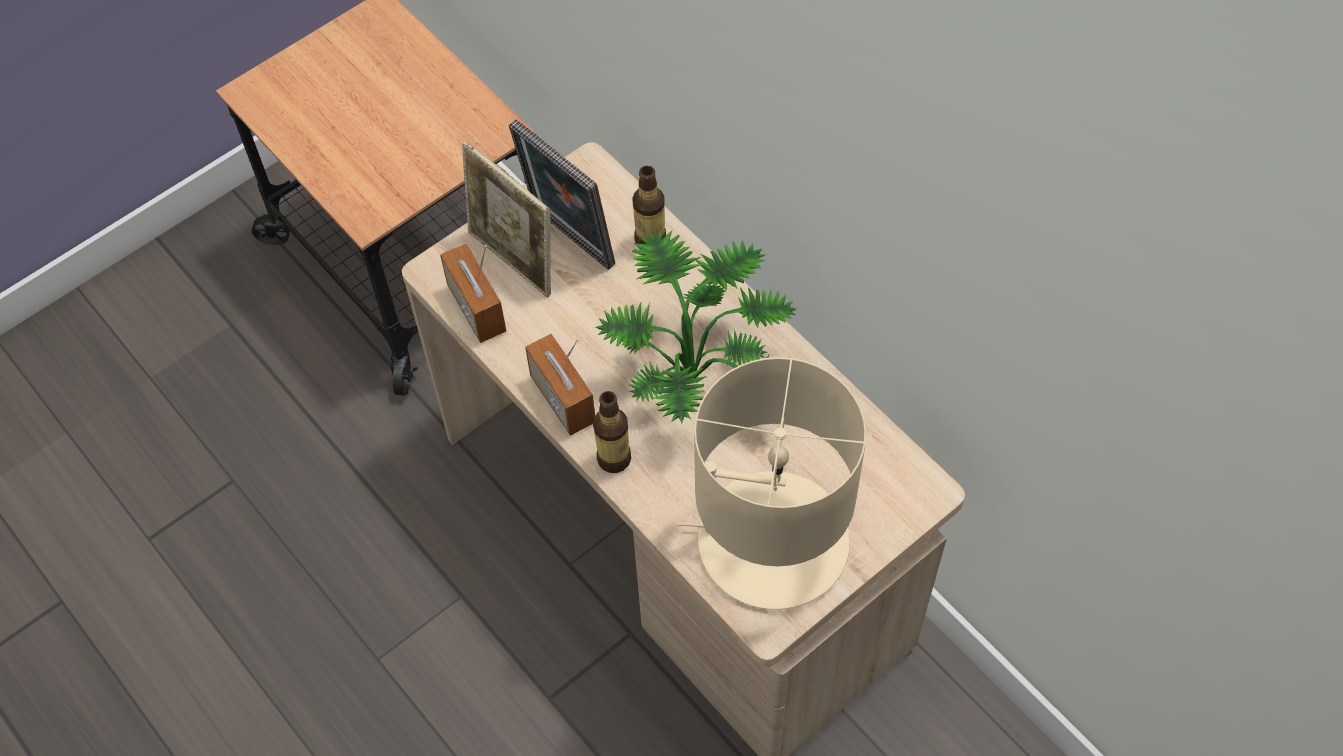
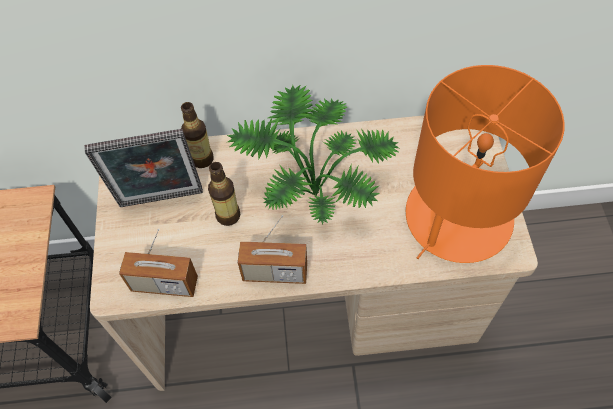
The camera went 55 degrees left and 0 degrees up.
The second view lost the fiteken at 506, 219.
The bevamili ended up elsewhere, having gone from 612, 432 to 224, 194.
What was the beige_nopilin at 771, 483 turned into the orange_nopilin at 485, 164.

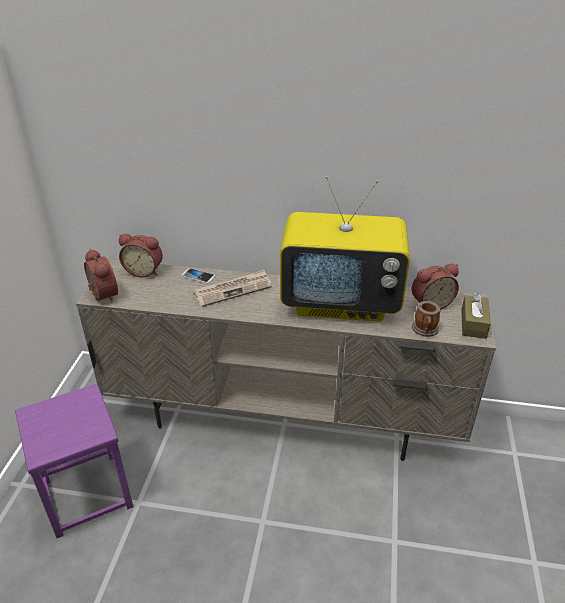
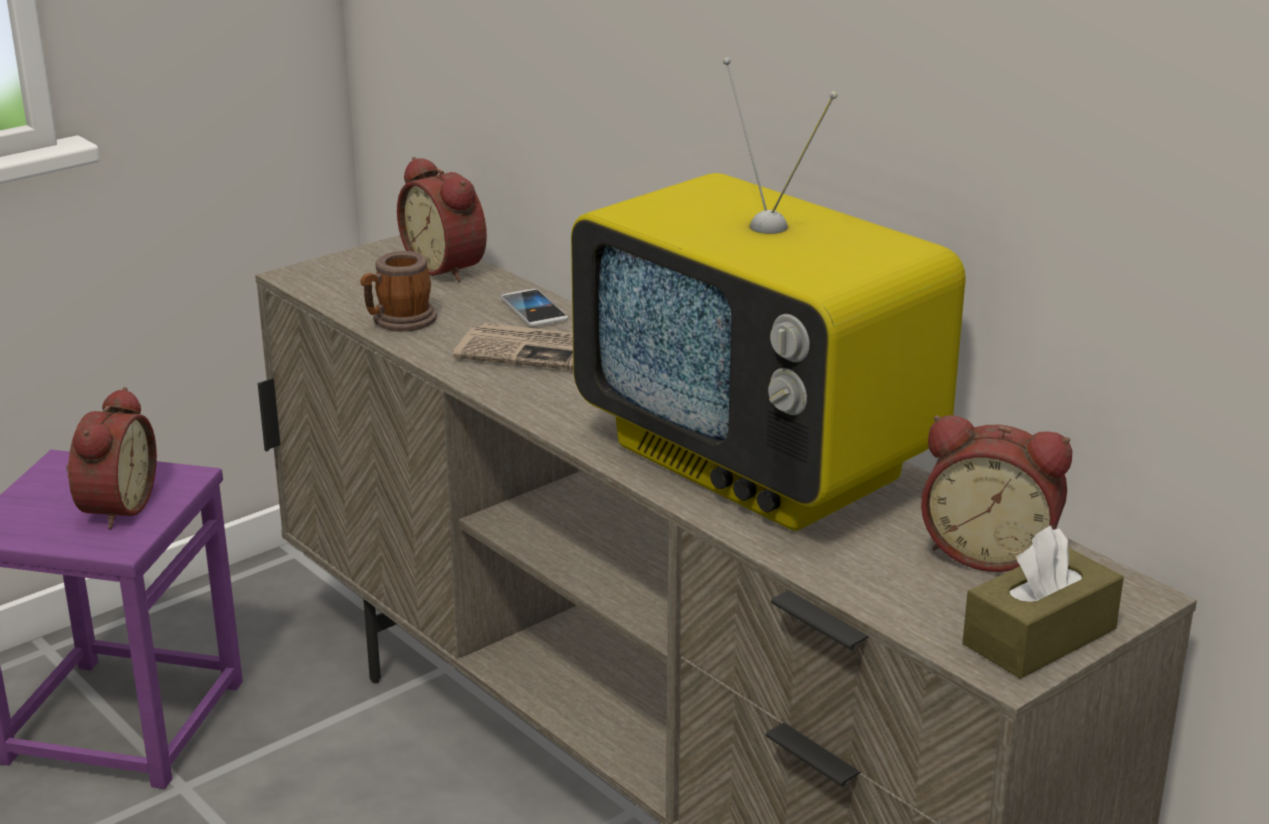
The camera went 40 degrees right and 10 degrees down.
The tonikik ended up elsewhere, having gone from 101, 276 to 111, 458.
The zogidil ended up elsewhere, having gone from 426, 319 to 398, 291.

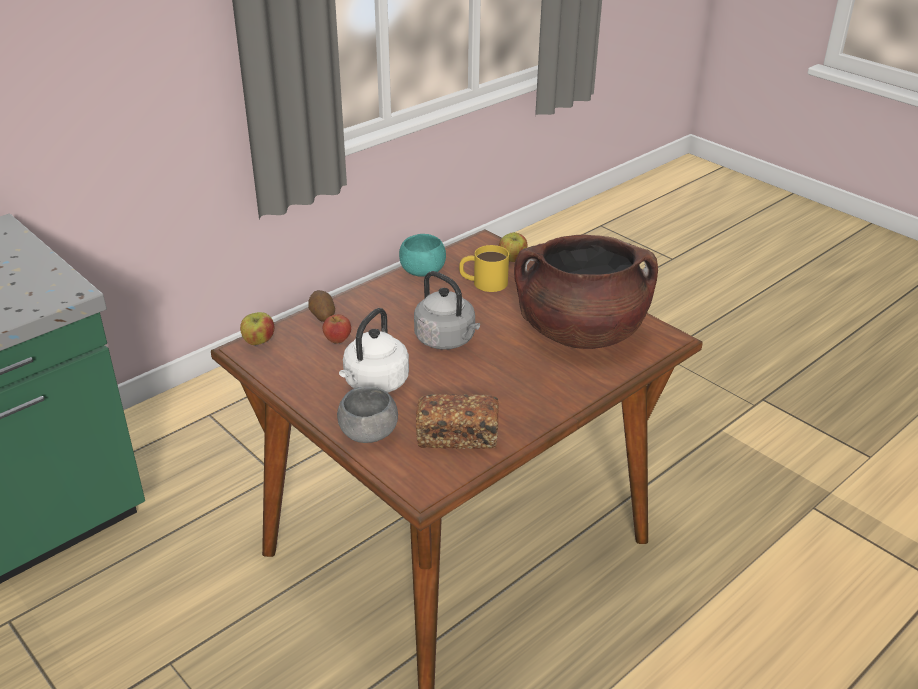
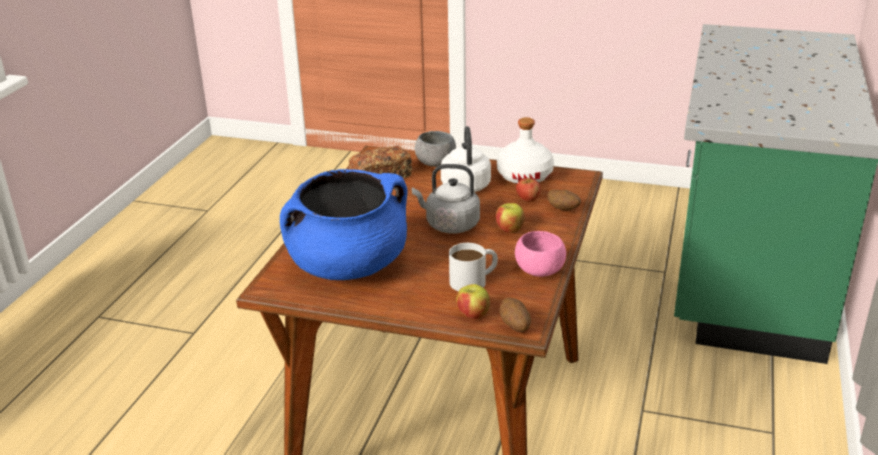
The camera went 150 degrees right and 5 degrees down.
The second view gained the white_bevamili at 525, 150.
The second view gained the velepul at 515, 315.
The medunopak ended up elsewhere, having gone from 257, 328 to 510, 218.
What was the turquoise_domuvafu at 422, 255 turned into the pink_domuvafu at 540, 254.
What was the yellow_zogidil at 484, 268 turned into the white_zogidil at 473, 267.
What was the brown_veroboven at 586, 291 turned into the blue_veroboven at 343, 224.

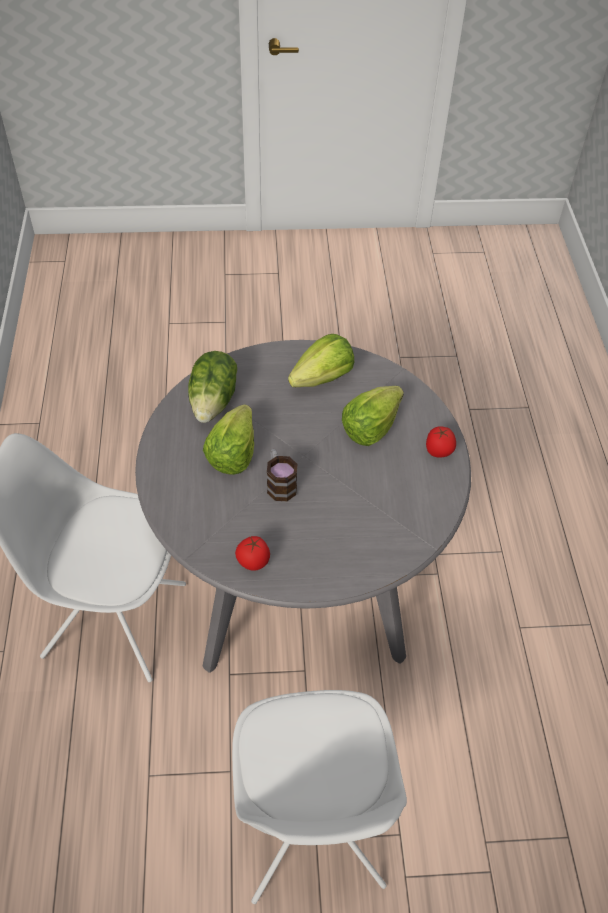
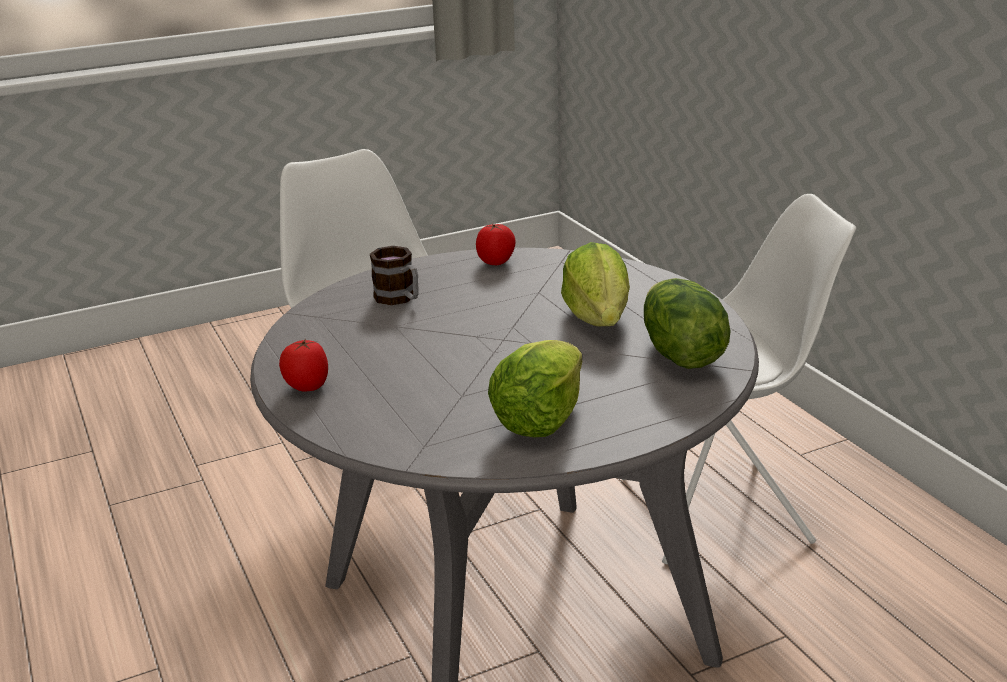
The camera went 160 degrees right and 25 degrees down.
The second view lost the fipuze at 373, 416.
The zogidil ended up elsewhere, having gone from 282, 475 to 394, 275.

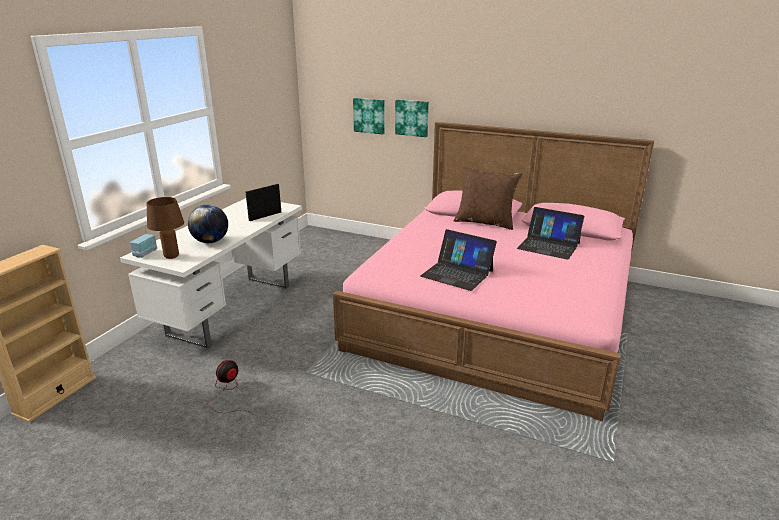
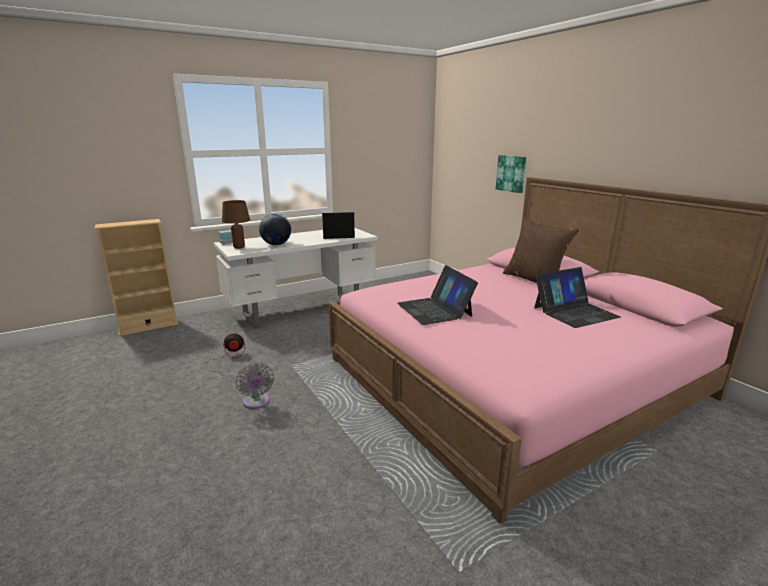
The camera went 35 degrees right and 5 degrees down.
The second view lost the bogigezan at 369, 116.
The second view gained the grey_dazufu at 254, 386.
The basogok at 550, 233 ended up facing another way, 90 degrees counterclockwise from before.

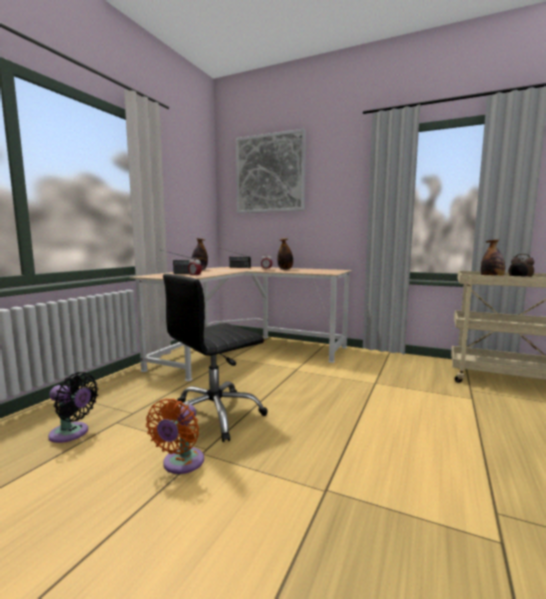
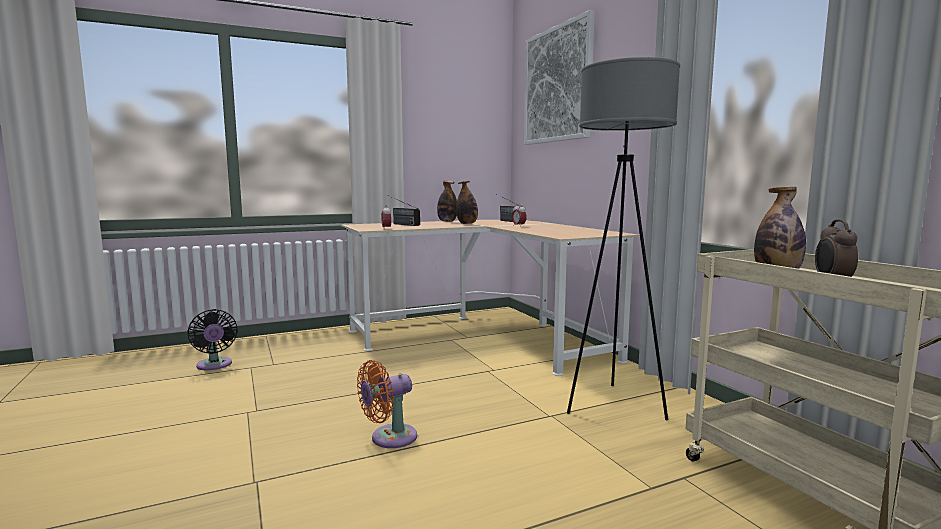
The camera went 40 degrees right and 0 degrees up.
The second view lost the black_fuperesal at 215, 358.
The second view gained the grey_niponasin at 623, 238.
The orange_dazufu ended up elsewhere, having gone from 175, 436 to 387, 404.
The bevamili ended up elsewhere, having gone from 285, 254 to 467, 202.

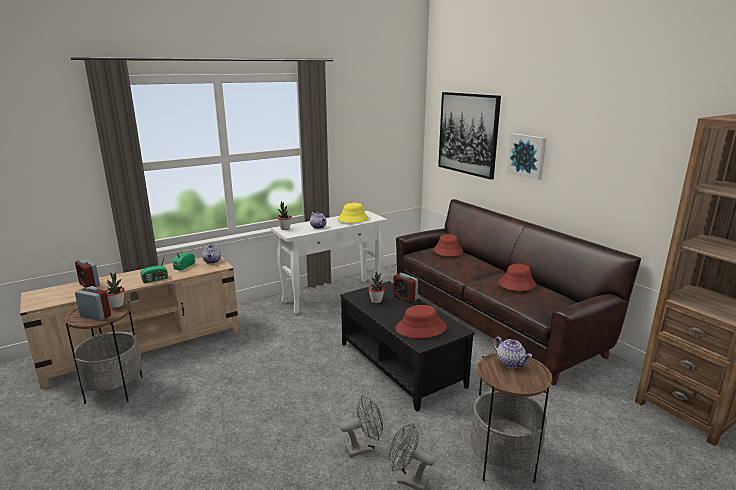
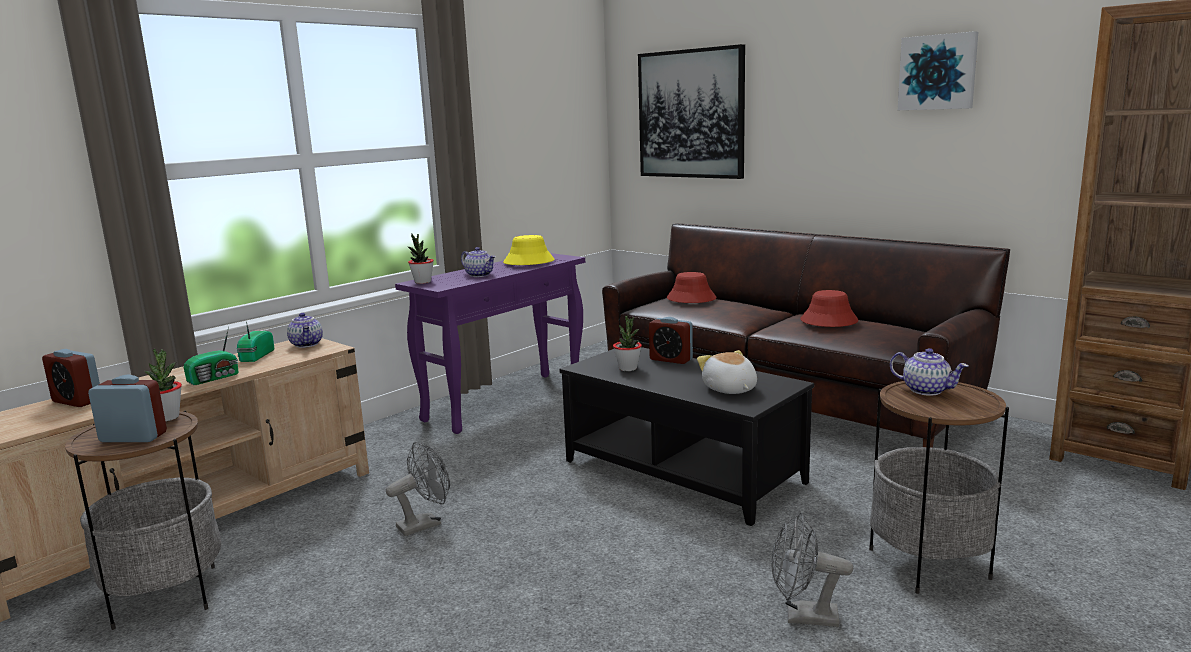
The camera went 15 degrees left and 5 degrees down.
The grey_dazufu ended up elsewhere, having gone from 362, 426 to 418, 489.
The bogigezan ended up elsewhere, having gone from 527, 156 to 938, 70.
Where the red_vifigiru stood at 421, 321, the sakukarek came to stand at 727, 372.
What was the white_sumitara at 329, 262 turned into the purple_sumitara at 490, 343.

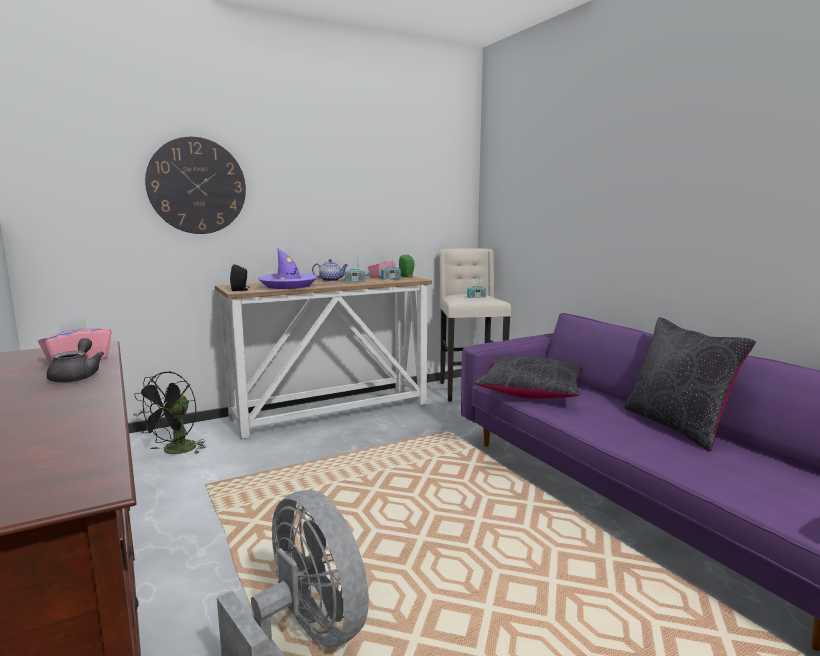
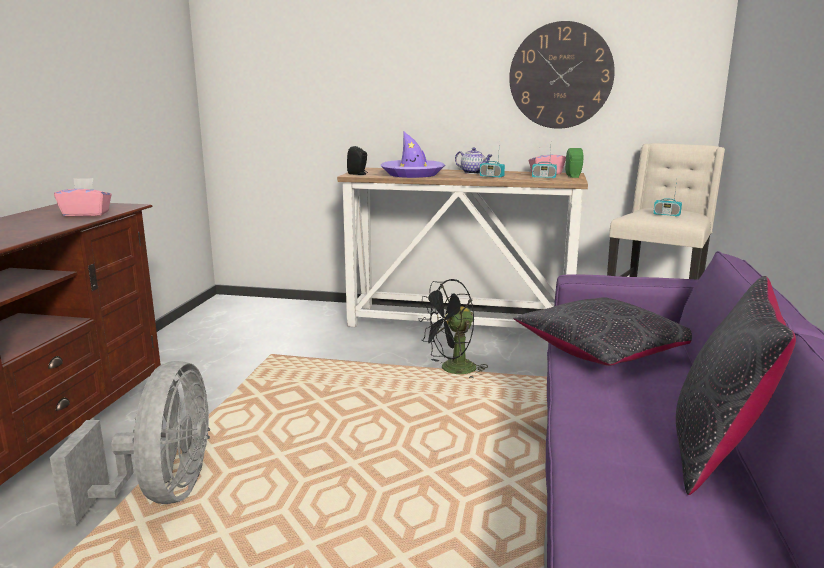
The camera went 40 degrees right and 5 degrees up.
The second view lost the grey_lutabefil at 75, 360.
The black_dazufu ended up elsewhere, having gone from 170, 412 to 453, 329.
The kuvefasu ended up elsewhere, having gone from 195, 185 to 562, 75.

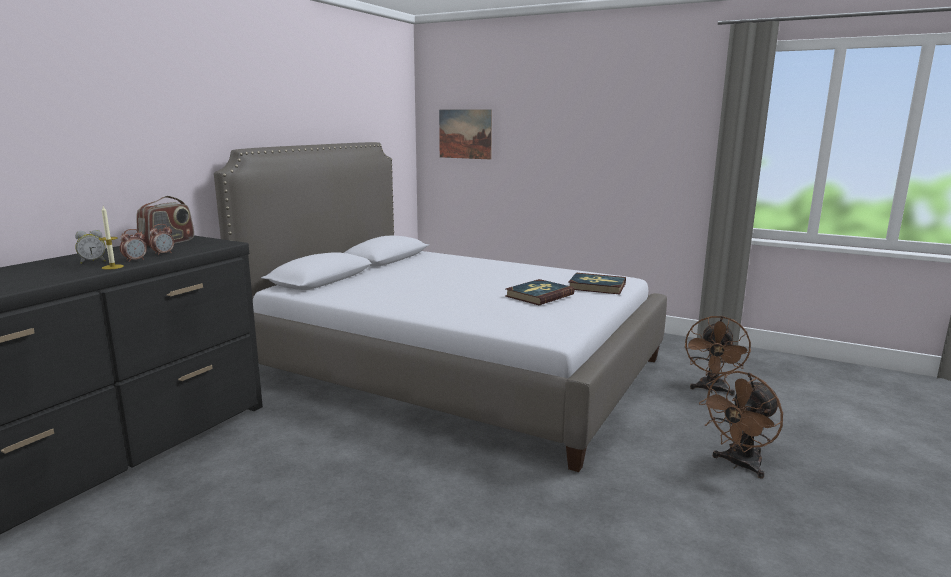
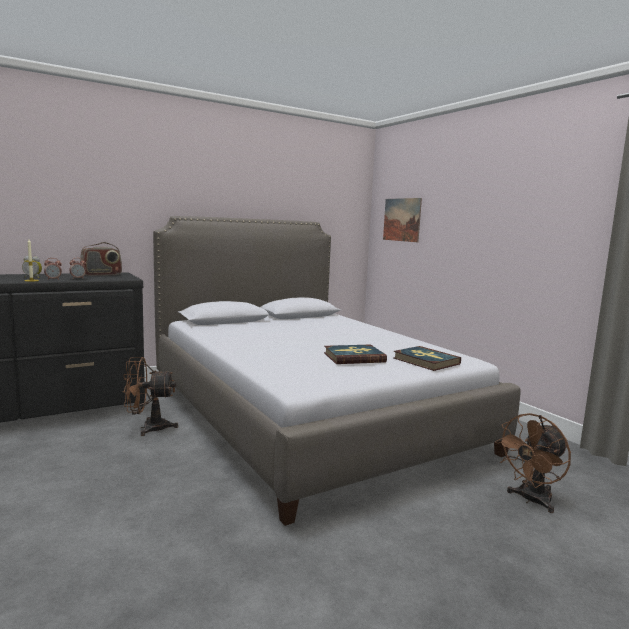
The camera went 30 degrees right and 5 degrees down.
The brown_dazufu ended up elsewhere, having gone from 741, 425 to 150, 396.

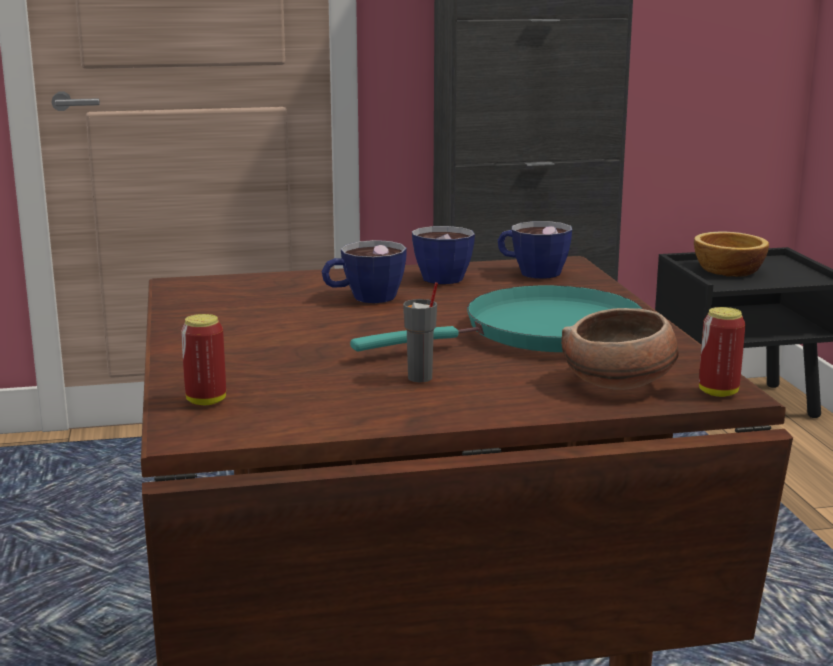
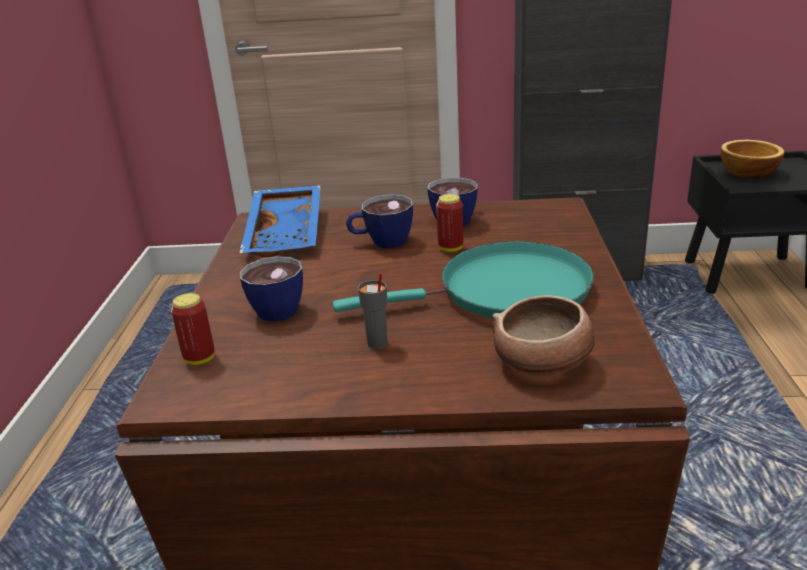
The camera went 15 degrees right and 10 degrees up.
The second view gained the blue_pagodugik at 280, 221.
The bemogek ended up elsewhere, having gone from 535, 250 to 271, 289.
The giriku ended up elsewhere, having gone from 722, 352 to 449, 223.

